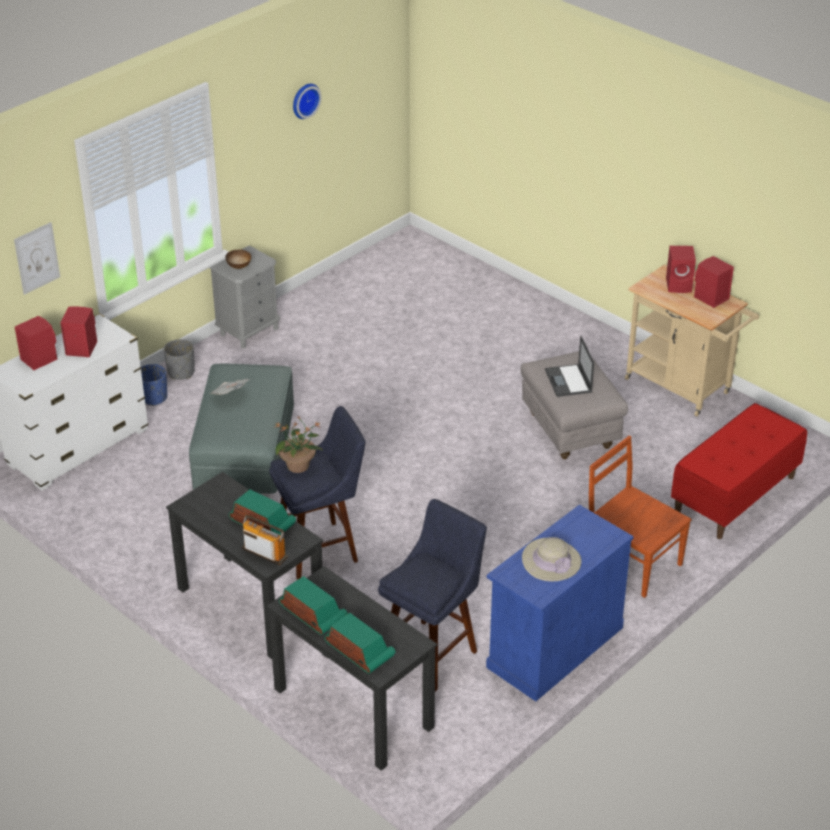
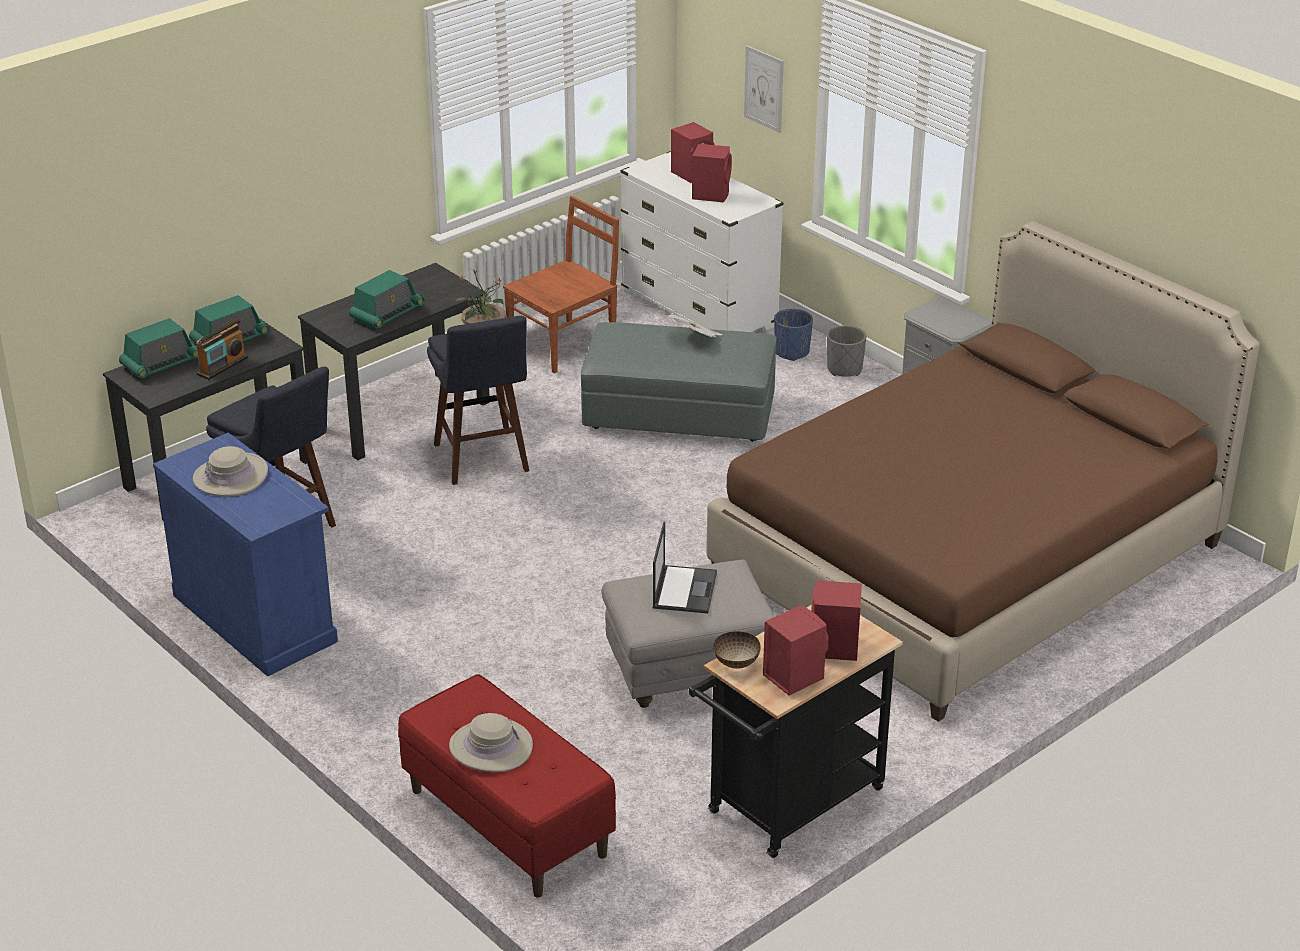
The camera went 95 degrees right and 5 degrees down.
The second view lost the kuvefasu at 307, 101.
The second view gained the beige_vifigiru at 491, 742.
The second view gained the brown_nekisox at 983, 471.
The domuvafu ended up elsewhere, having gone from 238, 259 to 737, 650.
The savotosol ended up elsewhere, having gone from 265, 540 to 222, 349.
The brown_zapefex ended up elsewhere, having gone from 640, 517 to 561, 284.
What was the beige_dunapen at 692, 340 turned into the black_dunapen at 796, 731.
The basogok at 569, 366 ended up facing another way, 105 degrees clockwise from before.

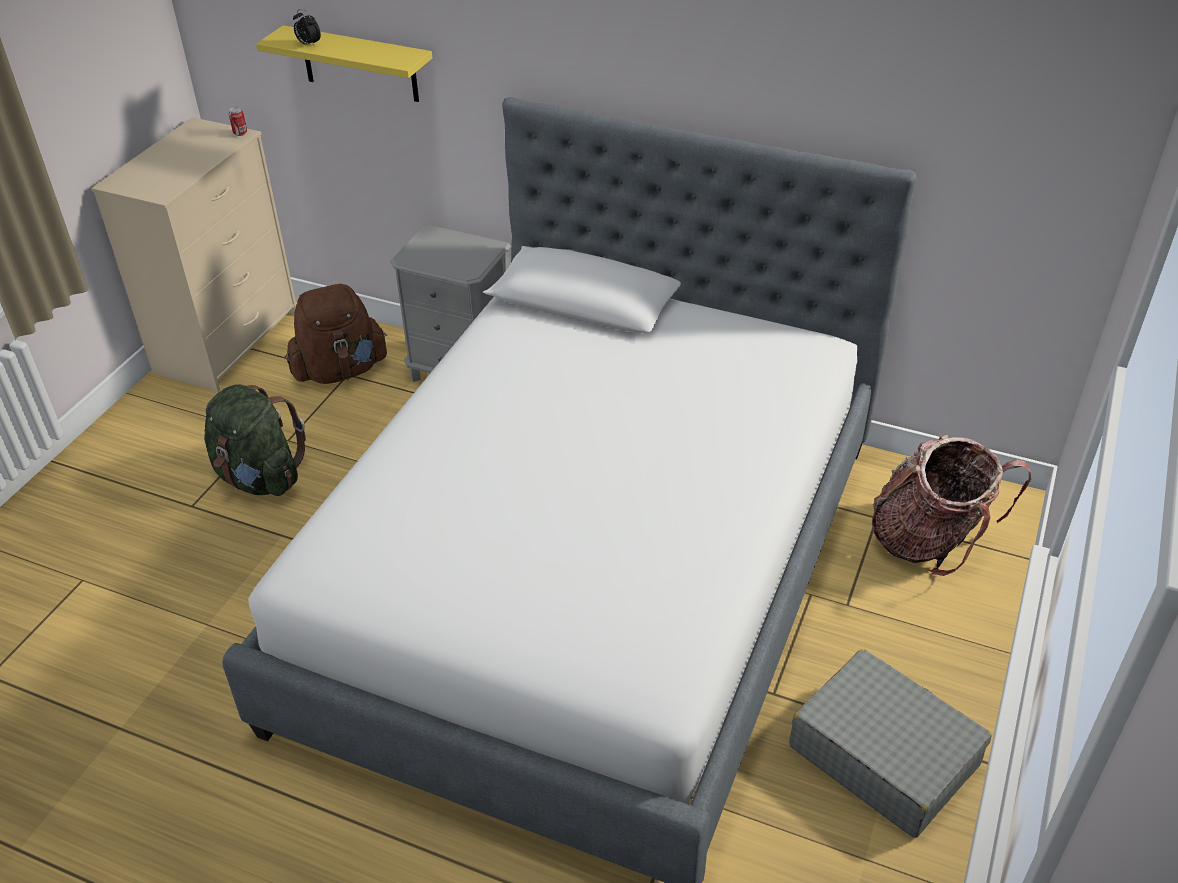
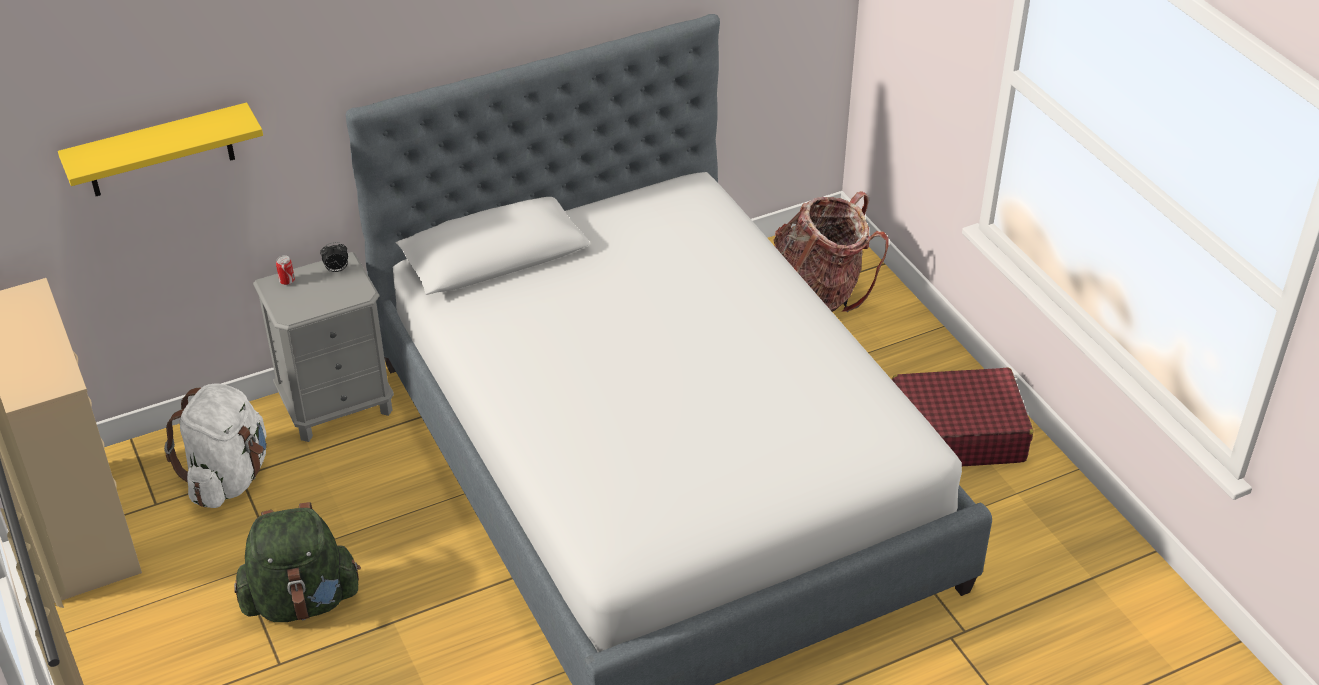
The camera went 50 degrees left and 0 degrees up.
The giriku ended up elsewhere, having gone from 238, 121 to 285, 270.
The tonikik ended up elsewhere, having gone from 307, 28 to 334, 257.
What was the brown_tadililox at 336, 334 turned into the white_tadililox at 215, 445.
What was the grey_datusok at 890, 743 turned into the red_datusok at 962, 416.

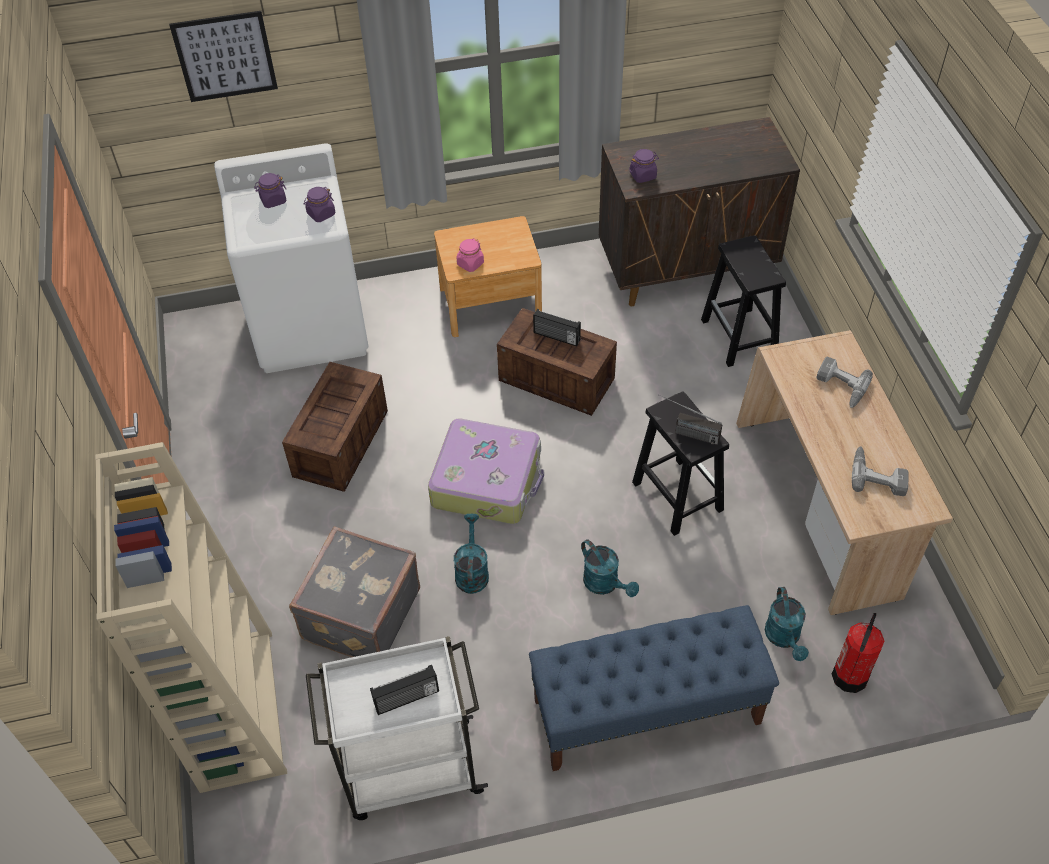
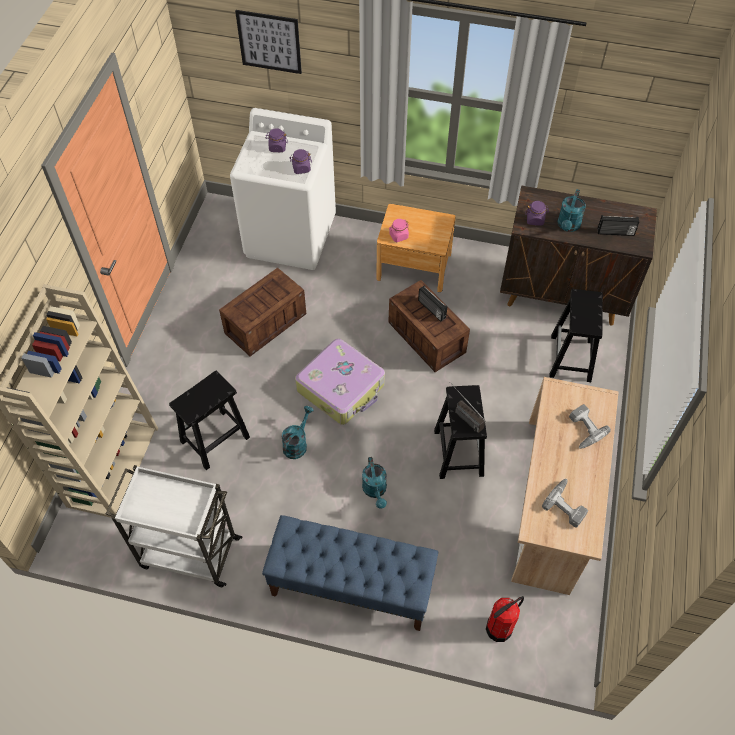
The camera went 25 degrees right and 5 degrees up.
The savotosol ended up elsewhere, having gone from 404, 690 to 618, 225.
The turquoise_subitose ended up elsewhere, having gone from 787, 624 to 571, 210.
Where the grey_datusok stood at 354, 591, the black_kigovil came to stand at 209, 420.

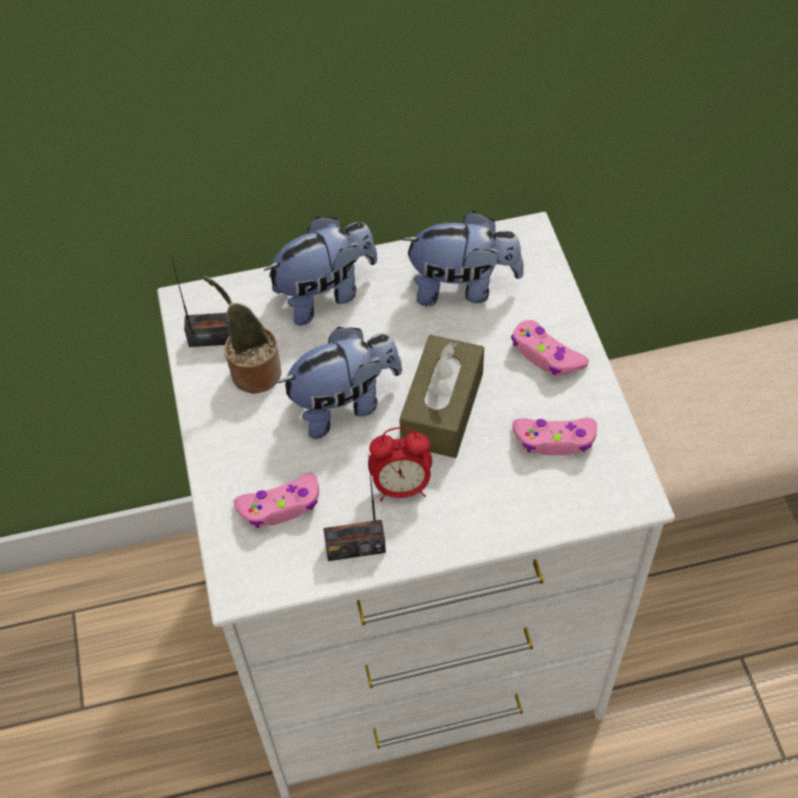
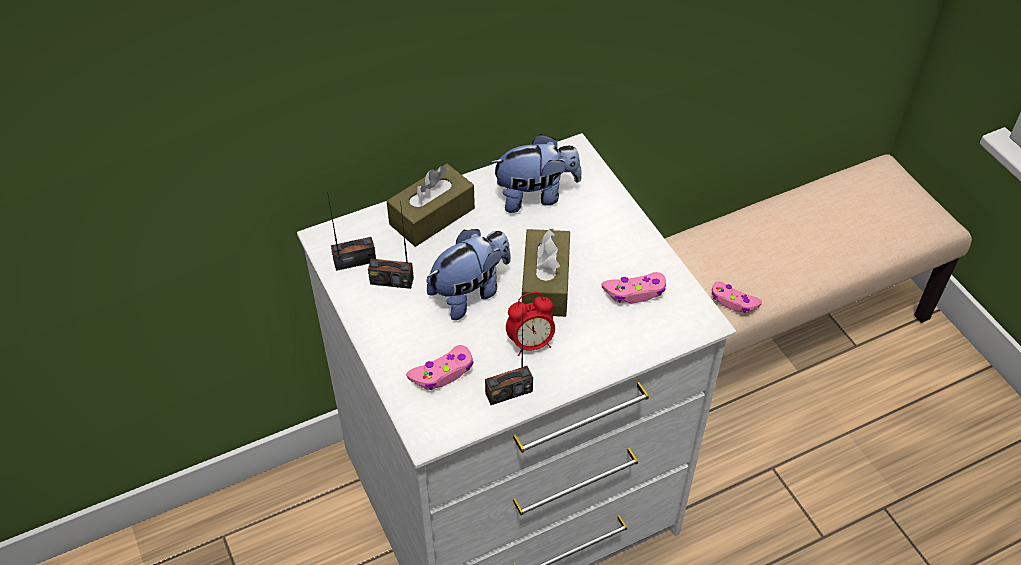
The camera went 15 degrees left and 5 degrees down.
The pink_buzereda ended up elsewhere, having gone from 550, 348 to 737, 297.
Where the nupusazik stood at 242, 335, the savotosol came to stand at 391, 244.
Where the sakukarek stood at 320, 271, the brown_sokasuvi came to stand at 431, 205.

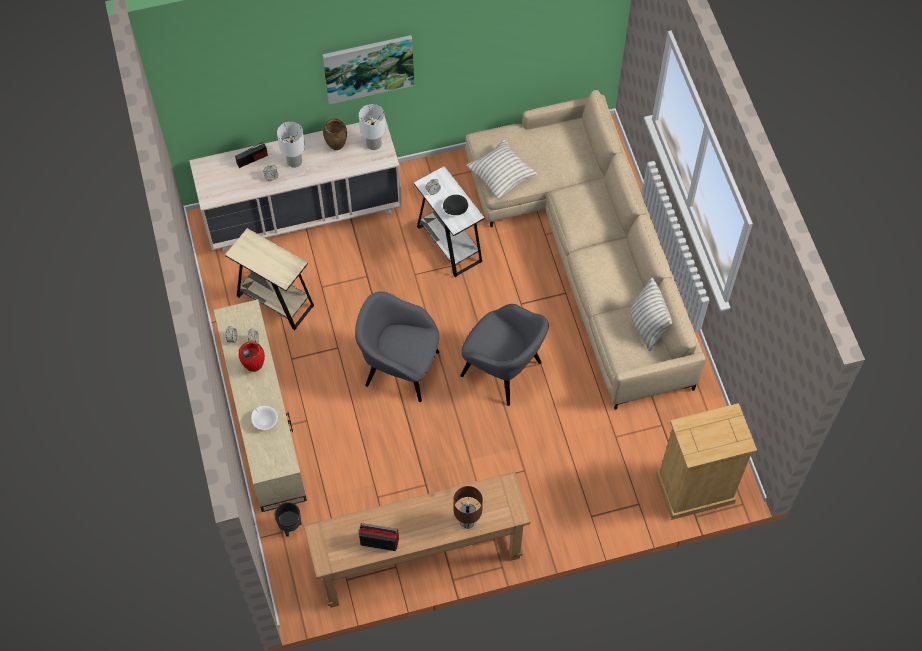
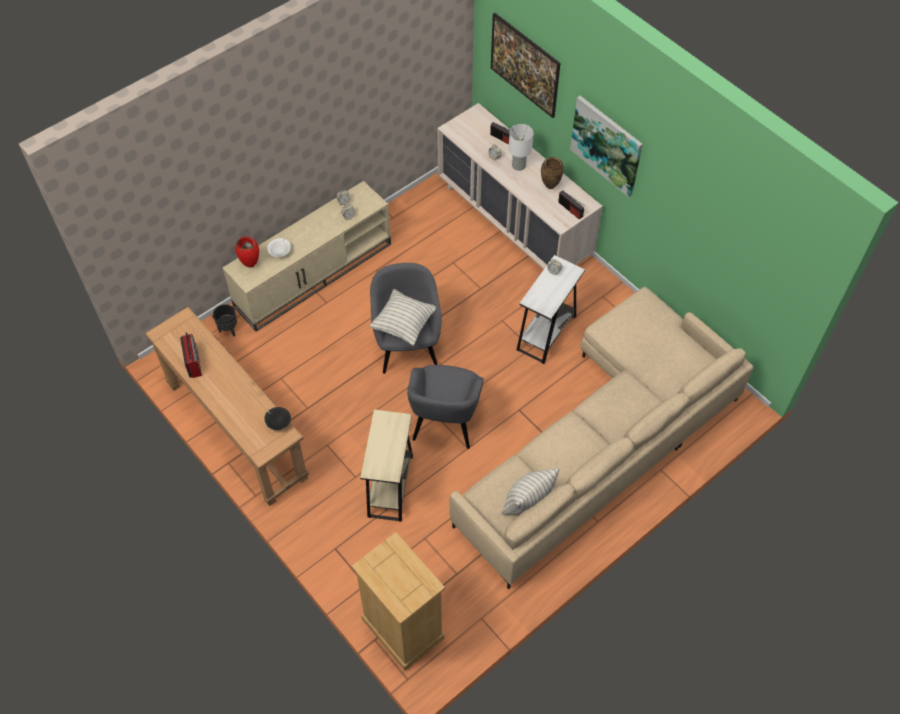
The camera went 65 degrees right and 5 degrees down.
The second view lost the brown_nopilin at 468, 507.
The second view gained the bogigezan at 525, 65.
The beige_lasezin ended up elsewhere, having gone from 269, 279 to 386, 466.
The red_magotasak ended up elsewhere, having gone from 252, 356 to 247, 252.
The black_domuvafu ended up elsewhere, having gone from 455, 205 to 277, 418.
The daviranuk ended up elsewhere, having gone from 501, 169 to 403, 317.
Where the white_nopilin stood at 372, 127, the savotosol came to stand at 571, 204.

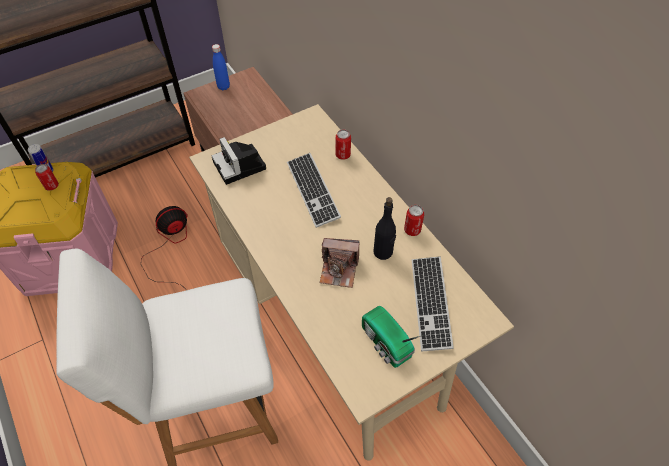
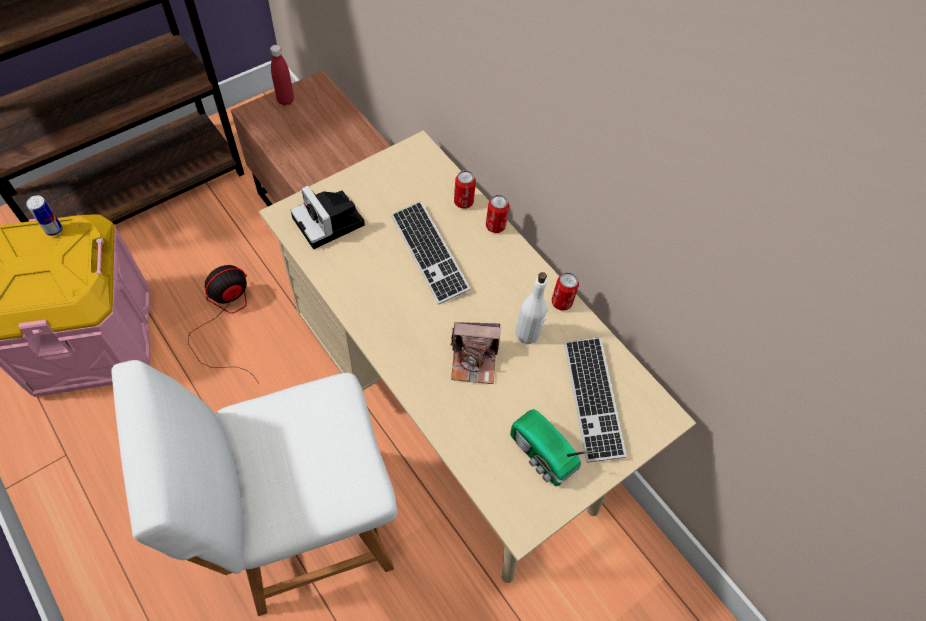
The camera went 10 degrees left and 5 degrees up.
The giriku ended up elsewhere, having gone from 47, 177 to 497, 214.
What was the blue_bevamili at 221, 67 turned into the red_bevamili at 282, 75.
What was the black_bevamili at 385, 228 turned into the white_bevamili at 531, 308.

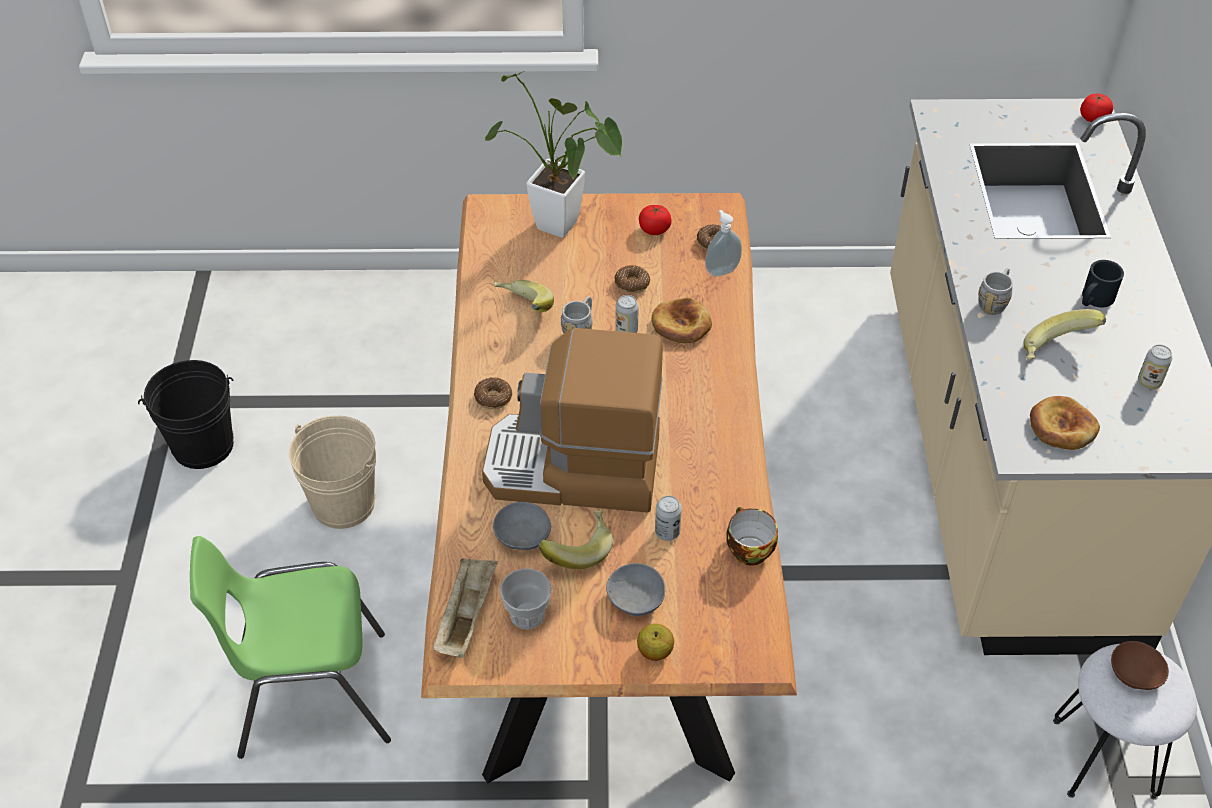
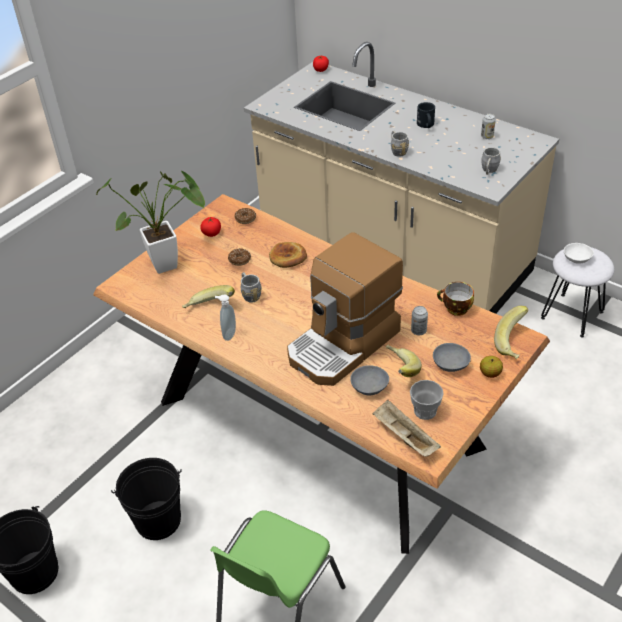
The camera went 50 degrees left and 5 degrees down.
The second view lost the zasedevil at 493, 393.
The second view lost the giriku at 627, 314.
The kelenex ended up elsewhere, having gone from 723, 243 to 225, 317.
The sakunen ended up elsewhere, having gone from 1064, 334 to 511, 332.
Where the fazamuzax stood at 1065, 423, the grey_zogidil came to stand at 491, 161.
What was the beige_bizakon at 332, 472 turned into the black_bizakon at 146, 499.
What was the brown_domuvafu at 1140, 665 turned into the white_domuvafu at 579, 253.

